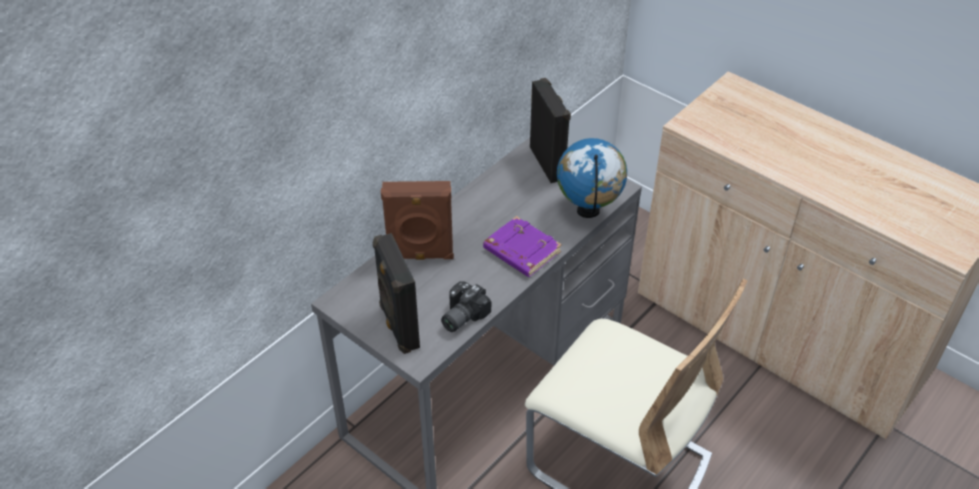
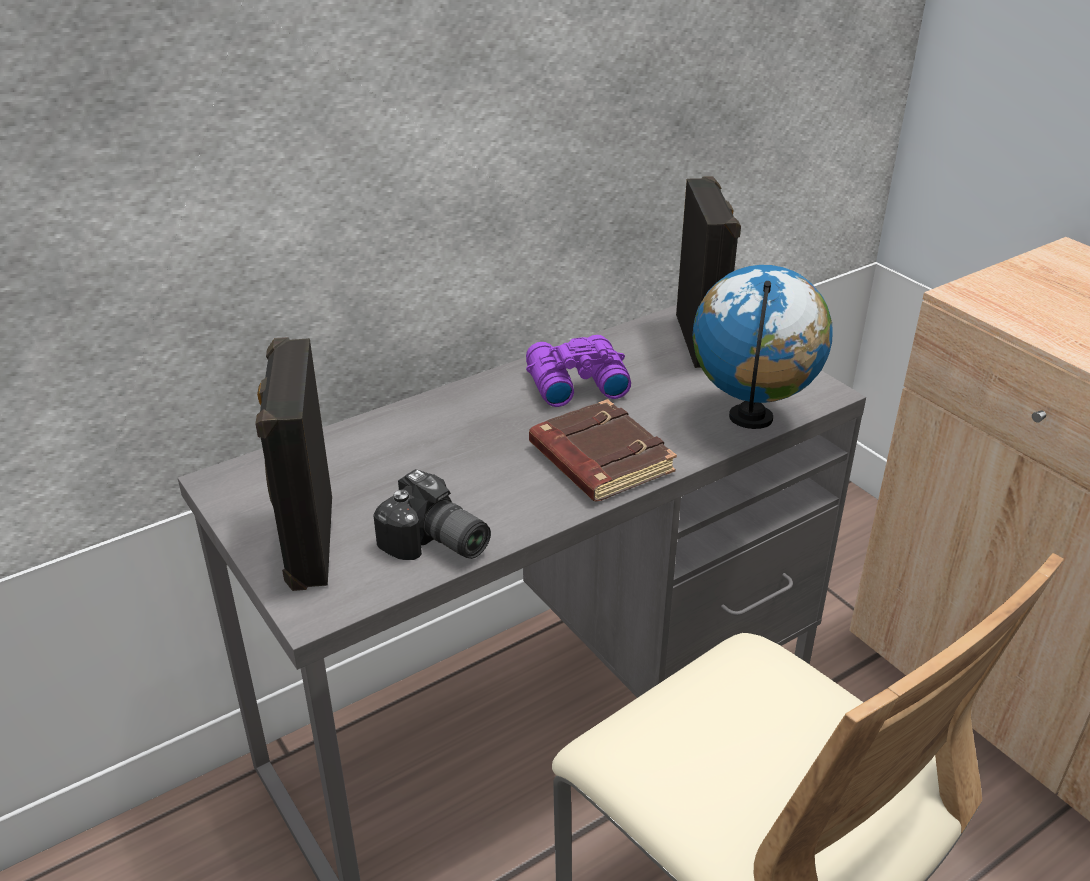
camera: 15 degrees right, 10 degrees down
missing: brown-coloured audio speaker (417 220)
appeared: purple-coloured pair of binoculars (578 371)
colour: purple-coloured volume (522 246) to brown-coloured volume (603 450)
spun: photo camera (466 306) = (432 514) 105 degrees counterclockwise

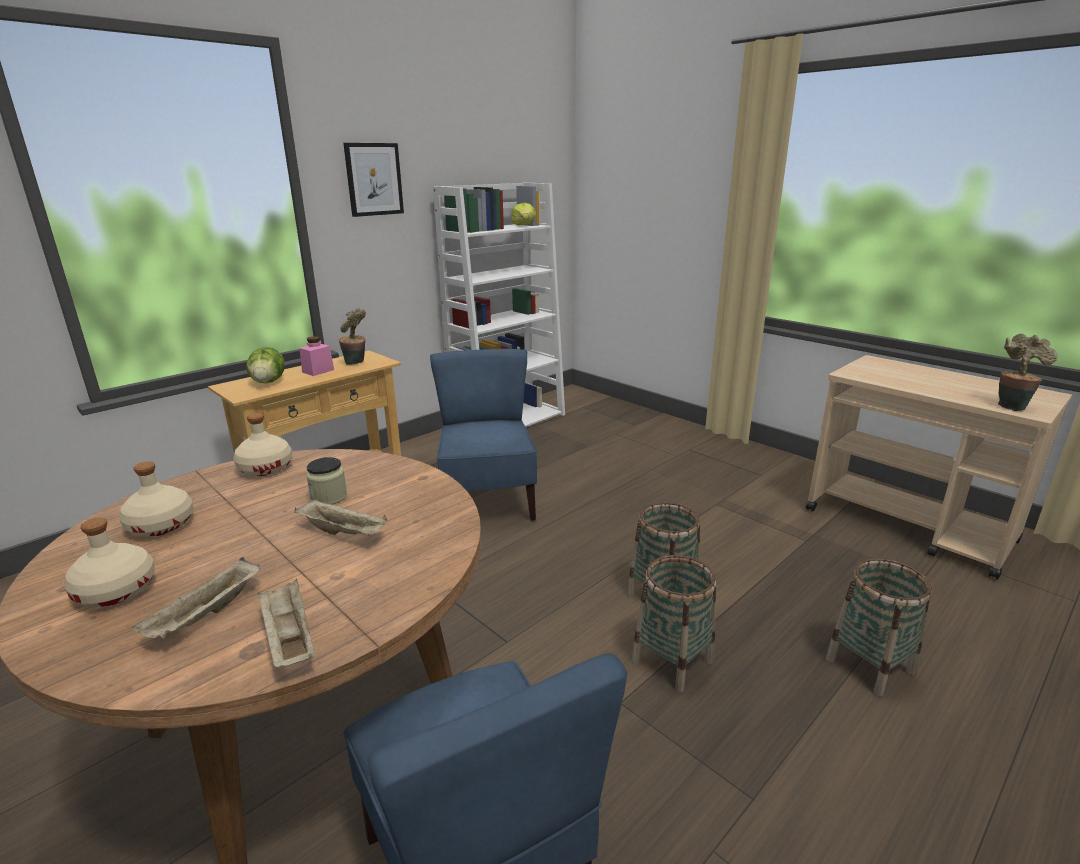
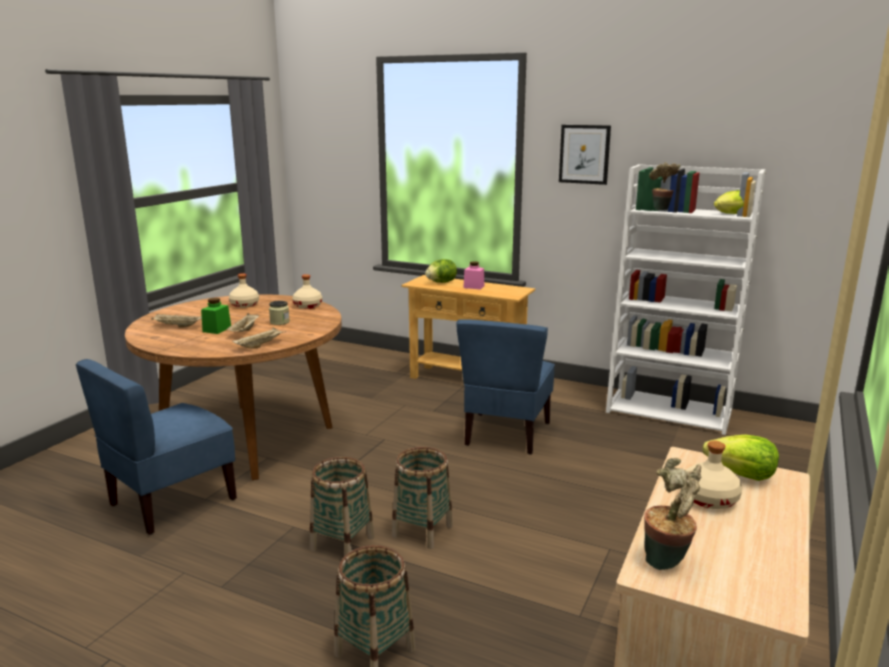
camera: 70 degrees right, 5 degrees down
appeared: greenish storage jar (216 316); lettuce (741 458)
relocated: plant in a pot (352 336) to (665 186); beige drink bottle (109 562) to (713 475); beige serving tray (286 623) to (258 338)
spun: blue-coloured chair (483 435) = (505 387) 135 degrees clockwise

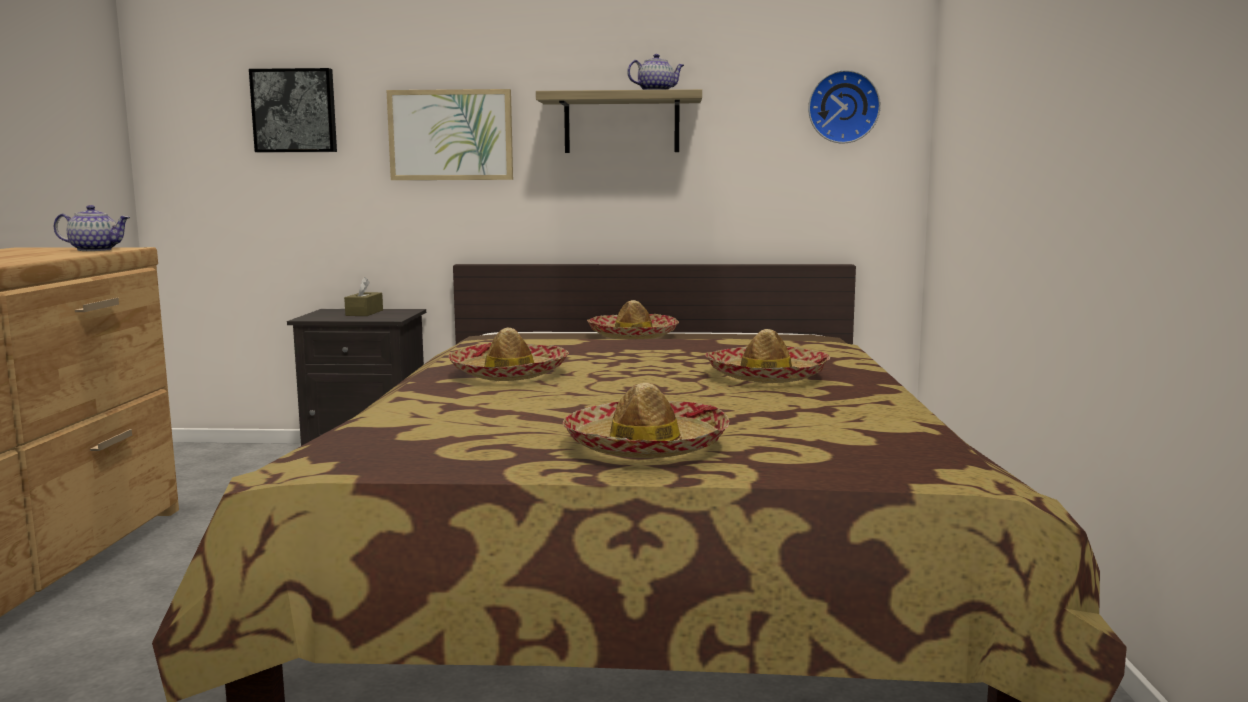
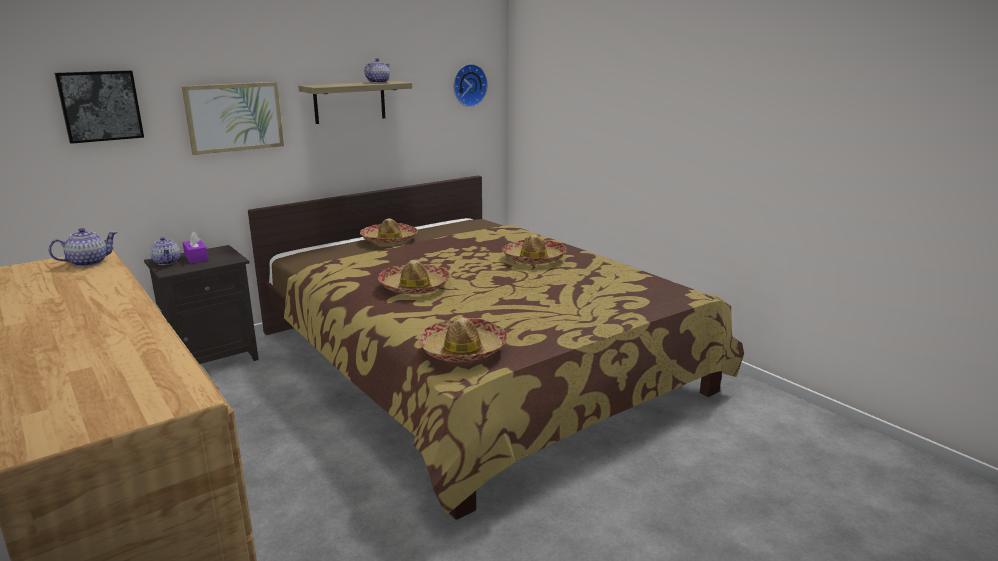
camera: 40 degrees left, 10 degrees up
appeared: tea pot (165 251)
relocated: hat (646 420) to (463 340)
colour: brown-coloured tissue box (363 296) to purple-coloured tissue box (195 247)

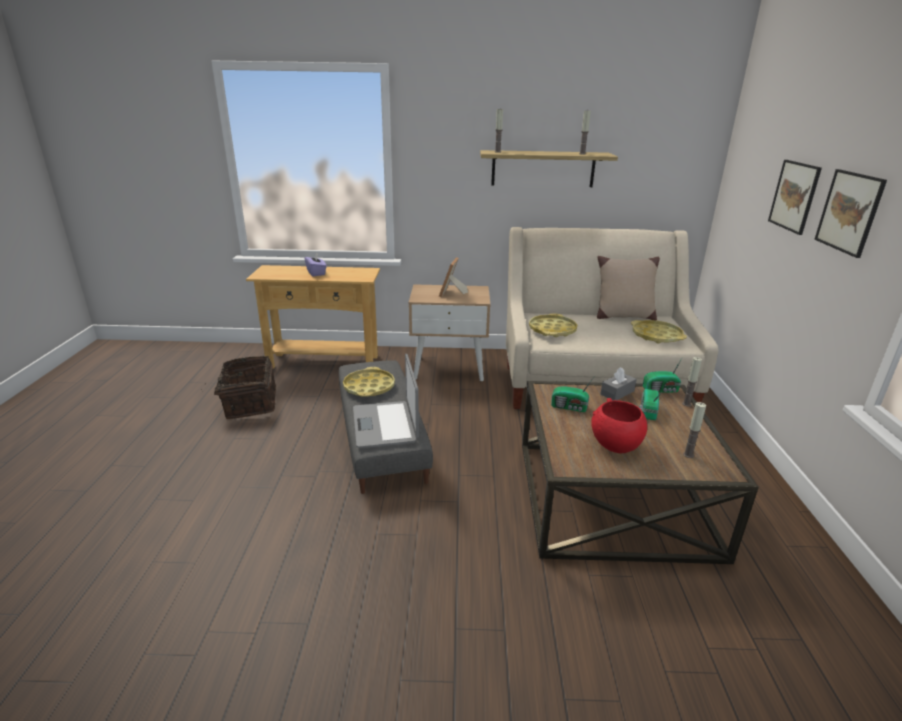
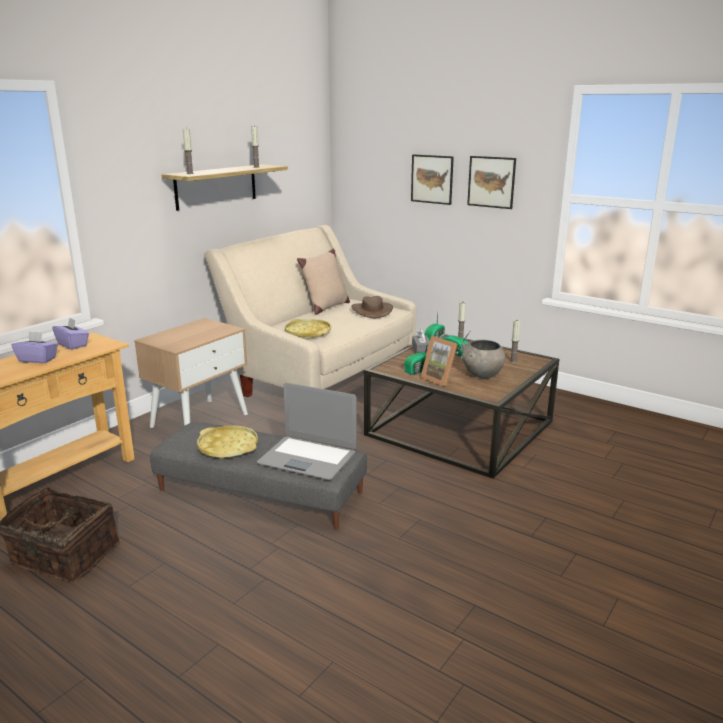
camera: 55 degrees left, 5 degrees down
appeared: purple-coloured tissue box (70 334)
relocated: photo frame (453 277) to (439 361)
exchanged: yellowish serving tray (659 332) to brown-coloured hat (372 307)
colour: reddish deep dish (619 425) to gray deep dish (483 359)

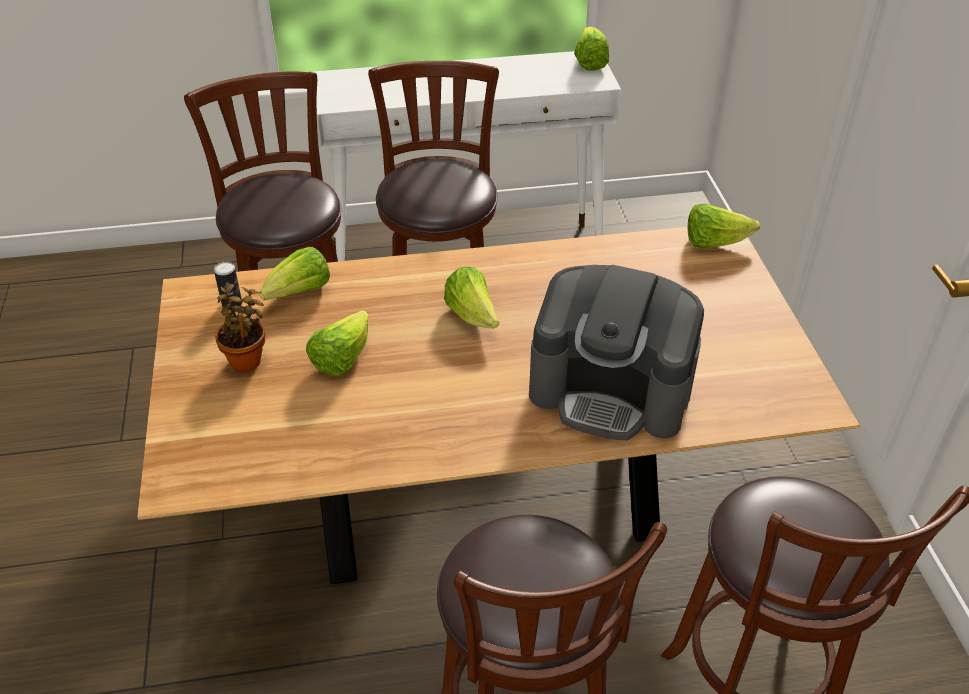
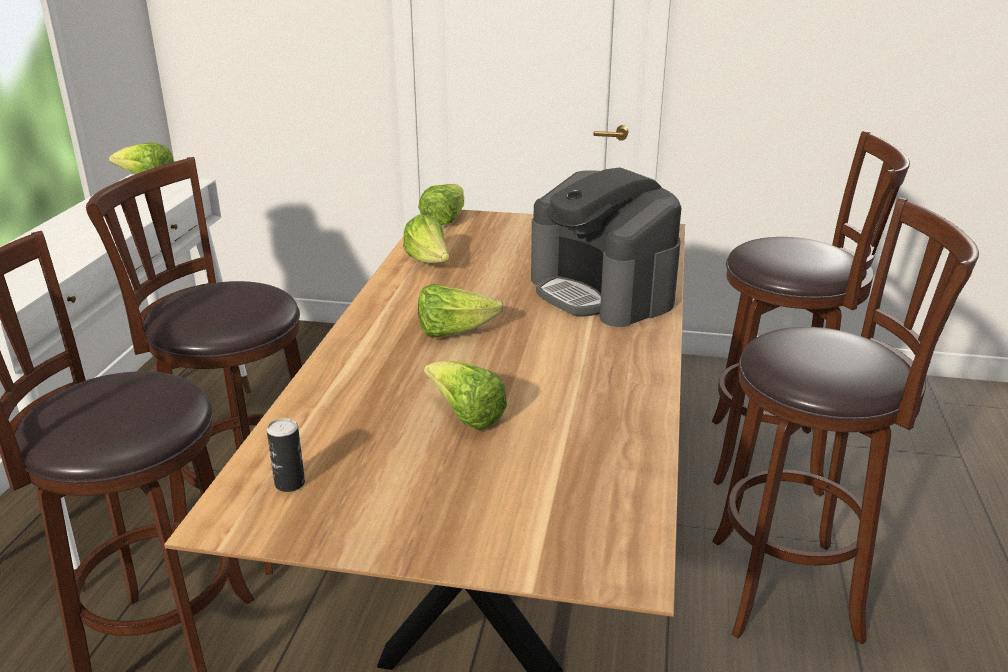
camera: 70 degrees left, 15 degrees down
missing: plant in a pot (240 328)
relocated: lettuce (294 274) to (426 239)
spun: coffee maker (616 352) = (606 247) 105 degrees clockwise

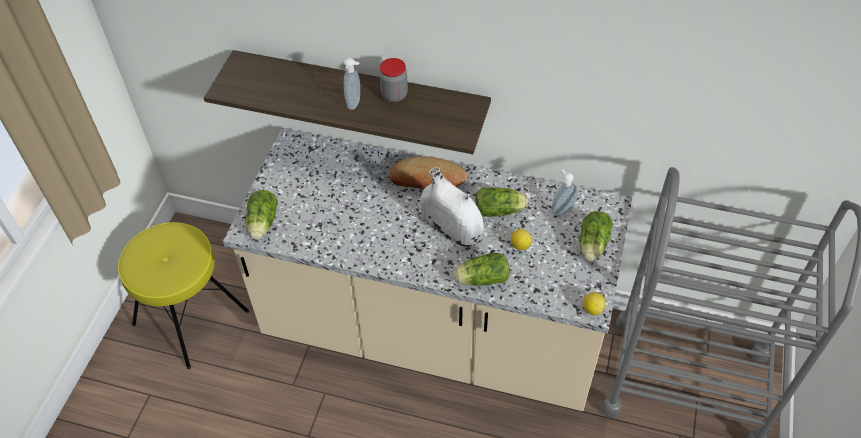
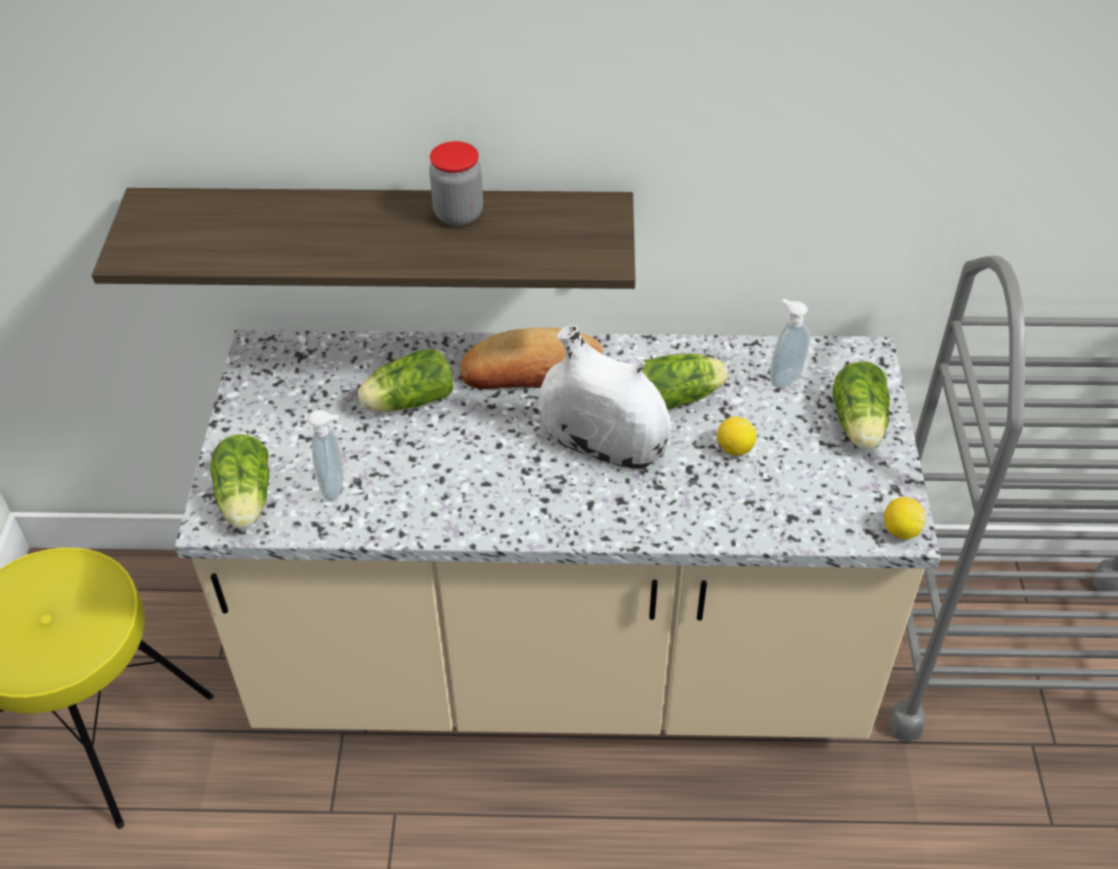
camera: 15 degrees left, 5 degrees down
relocated: soap bottle (352 84) to (325 455); lettuce (481 269) to (405 380)

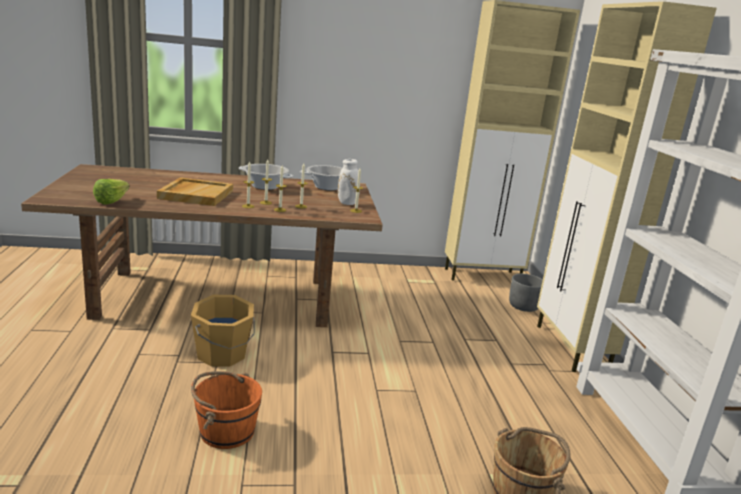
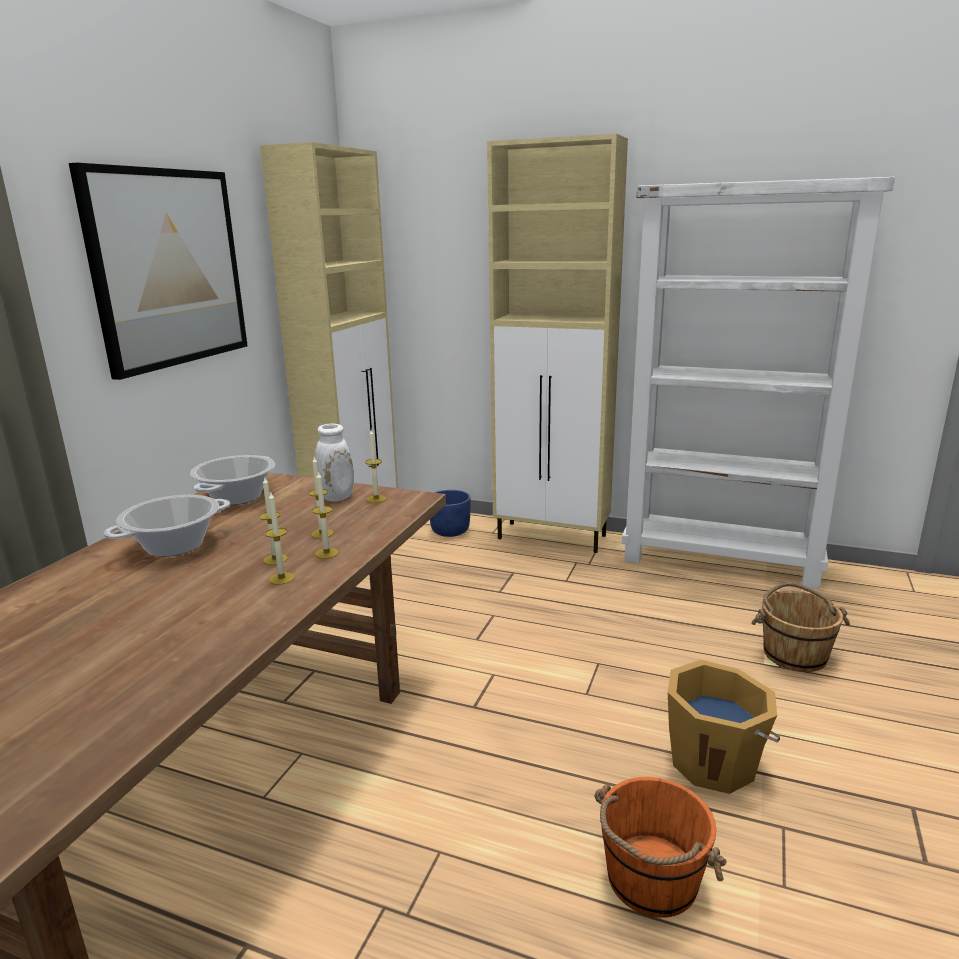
camera: 60 degrees left, 0 degrees up
missing: beige serving tray (195 191); lettuce (111 192)
appeared: wall picture (158 271)
relocated: orange bucket (223 331) to (724 727)
colour: gray plant pot (526 293) to blue-coloured plant pot (450 513)

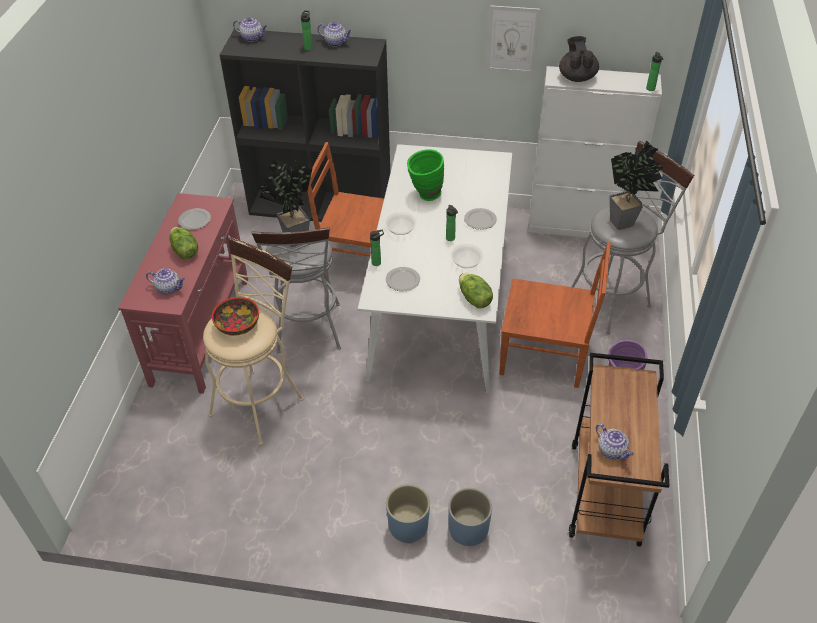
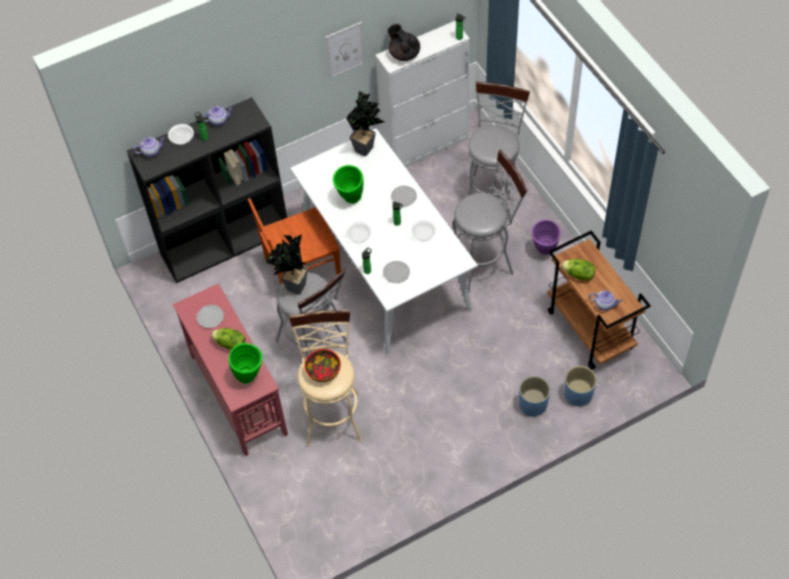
camera: 35 degrees left, 10 degrees up
appeared: deep dish (181 134)
relocated: plant in a pot (636 185) to (365 123); lettuce (476 290) to (578 270); blue-coloured plant pot (408 513) to (580 386)
exchanged: brown-coloured chair (555 315) to gray sitting stool (490 221); tea pot (165 281) to greenish flower vase (246 363)

